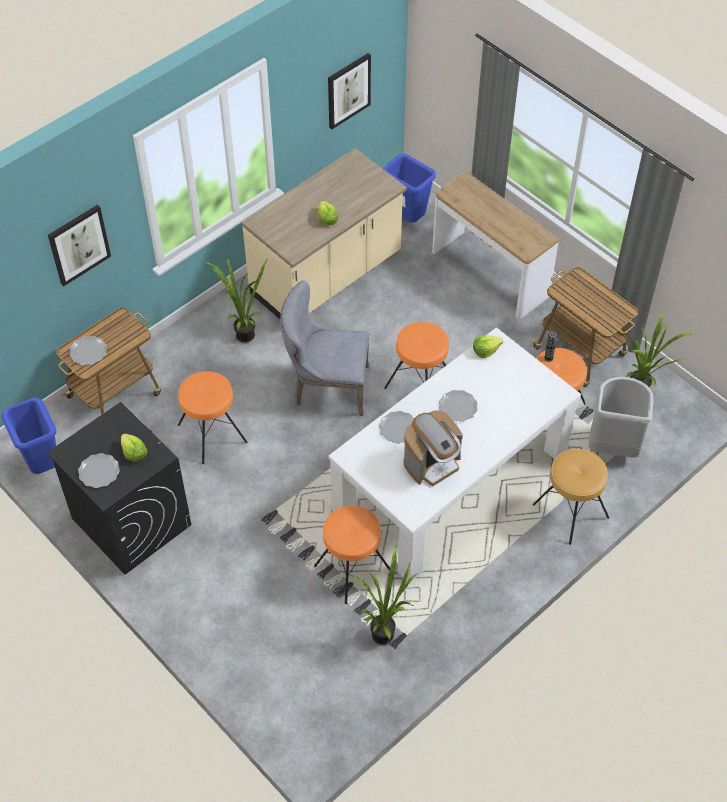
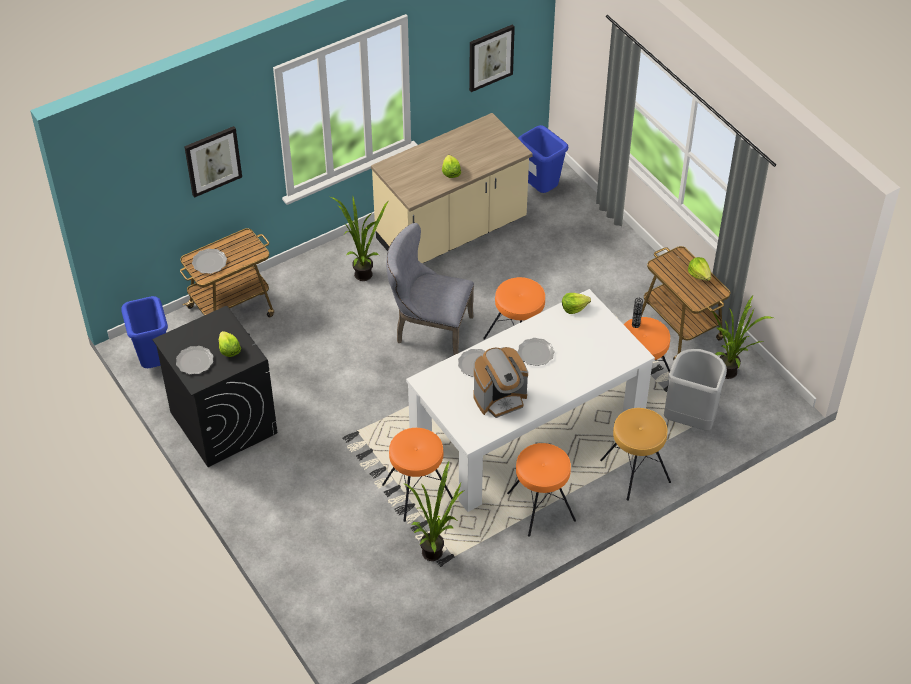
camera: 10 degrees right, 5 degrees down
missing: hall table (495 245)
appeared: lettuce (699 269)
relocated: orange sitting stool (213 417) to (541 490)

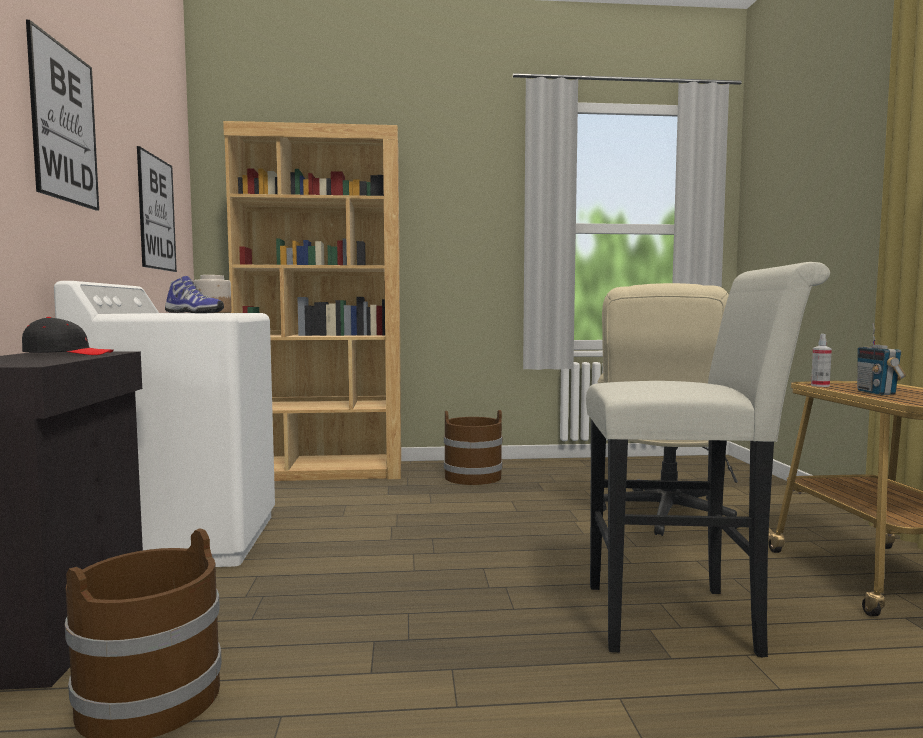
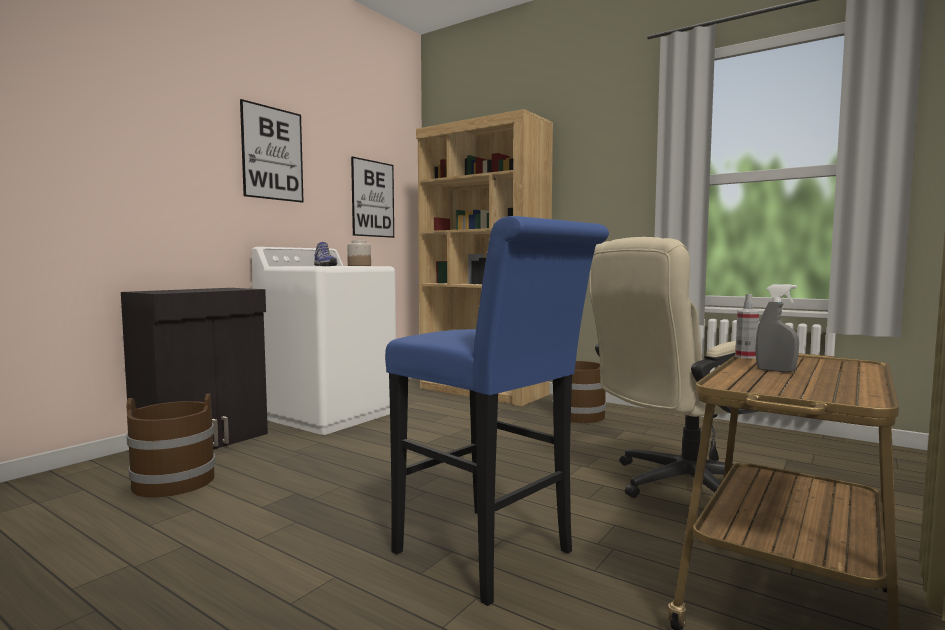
camera: 40 degrees right, 0 degrees up
missing: black-coloured baseball cap (68 336)
exchanged: radio (881 359) to gray hand sprayer (777 328)
colour: whitish sitting stool (708 459) to blue-coloured sitting stool (497 411)

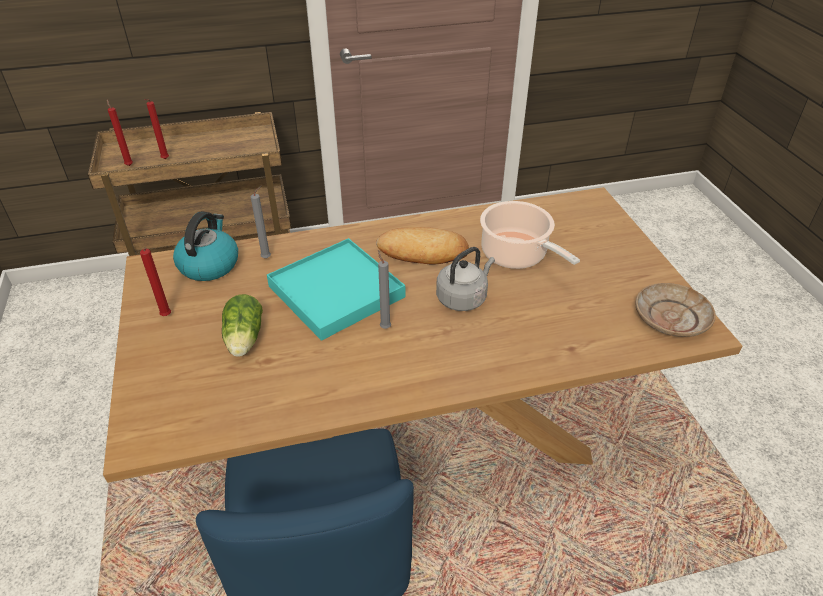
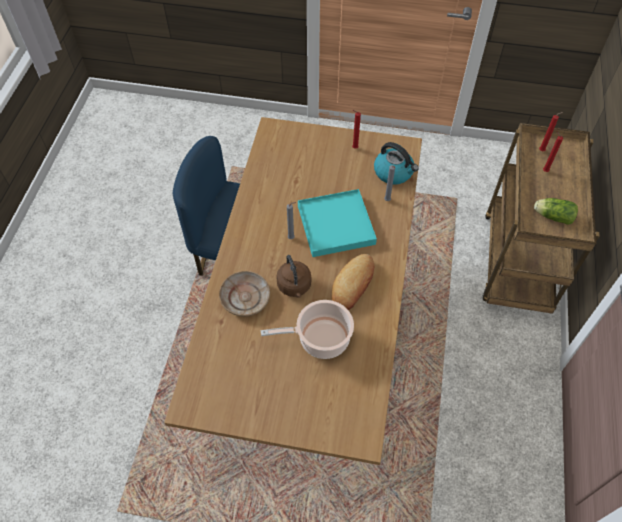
camera: 115 degrees right, 15 degrees up
relocated: beige plate (676 310) to (244 294); lettuce (242 325) to (556 211)
colour: gray kettle (465 279) to brown-coloured kettle (293 276)

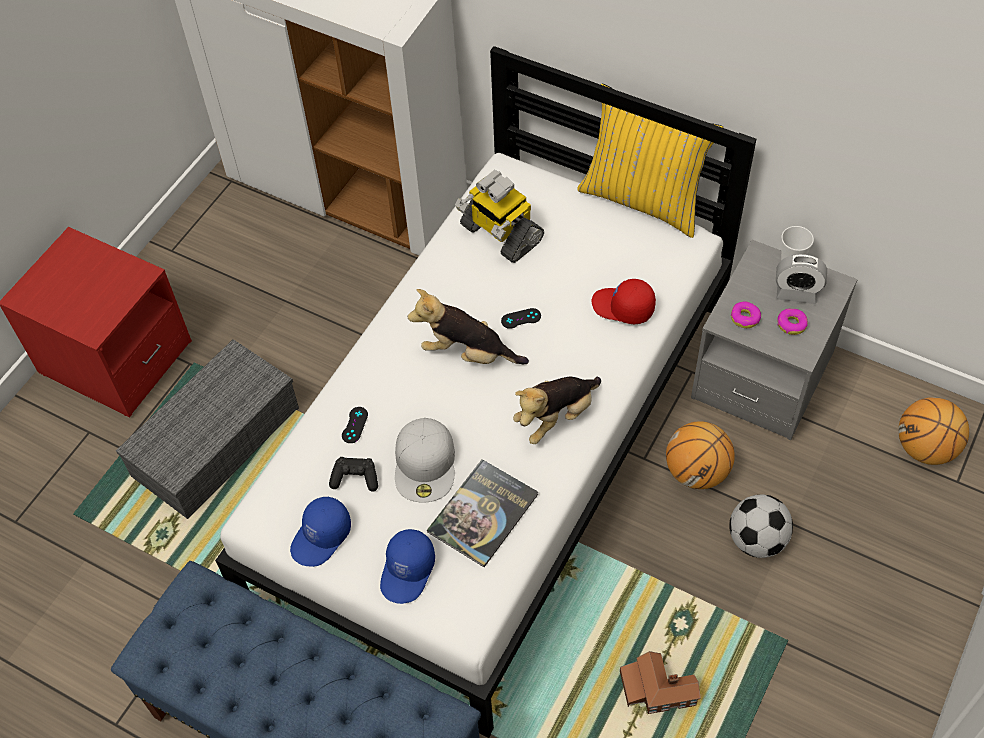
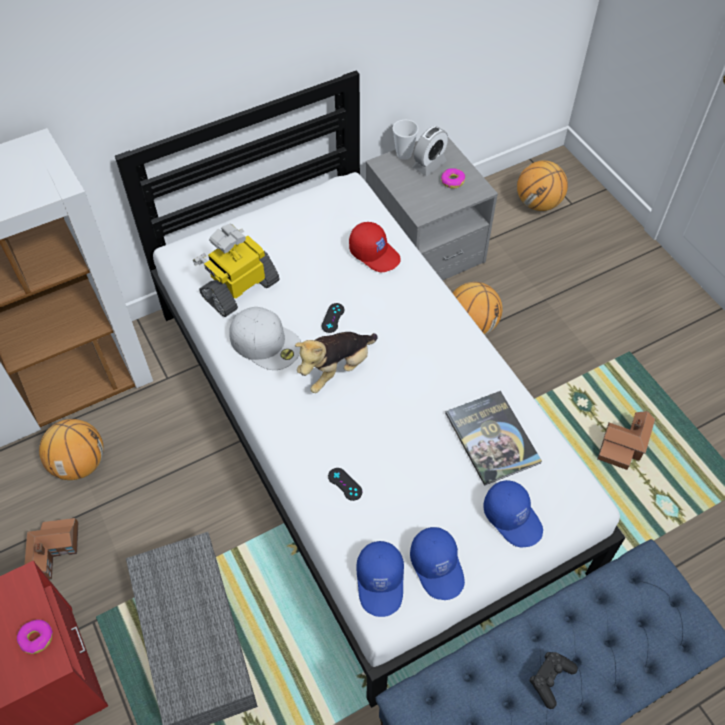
camera: 60 degrees left, 0 degrees up
missing: yellowish throw pillow (650 161); soft toy (557 410); football ball (761 526)
appeared: basketball (71 449); model house (51 549); blue-coloured baseball cap (380 579)
relocated: doughnut (746 314) to (35 637); whitish baseball cap (425 460) to (265 338); black-coloured joypad (353 474) to (554 680)
spun: model robot (499 216) = (236 270) 150 degrees clockwise; reddish baseball cap (624 301) = (375 247) 105 degrees counterclockwise

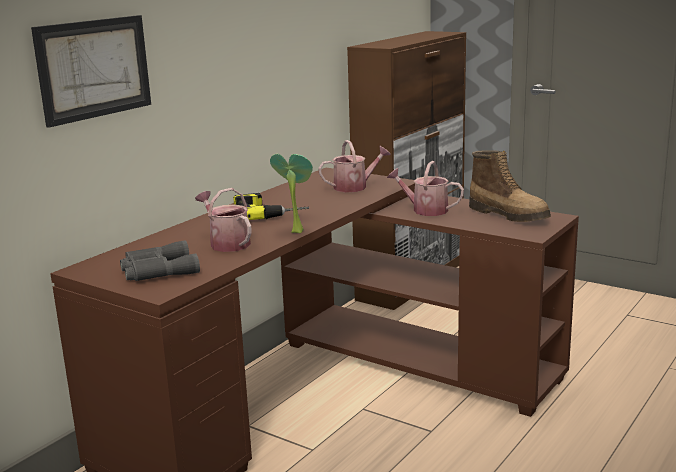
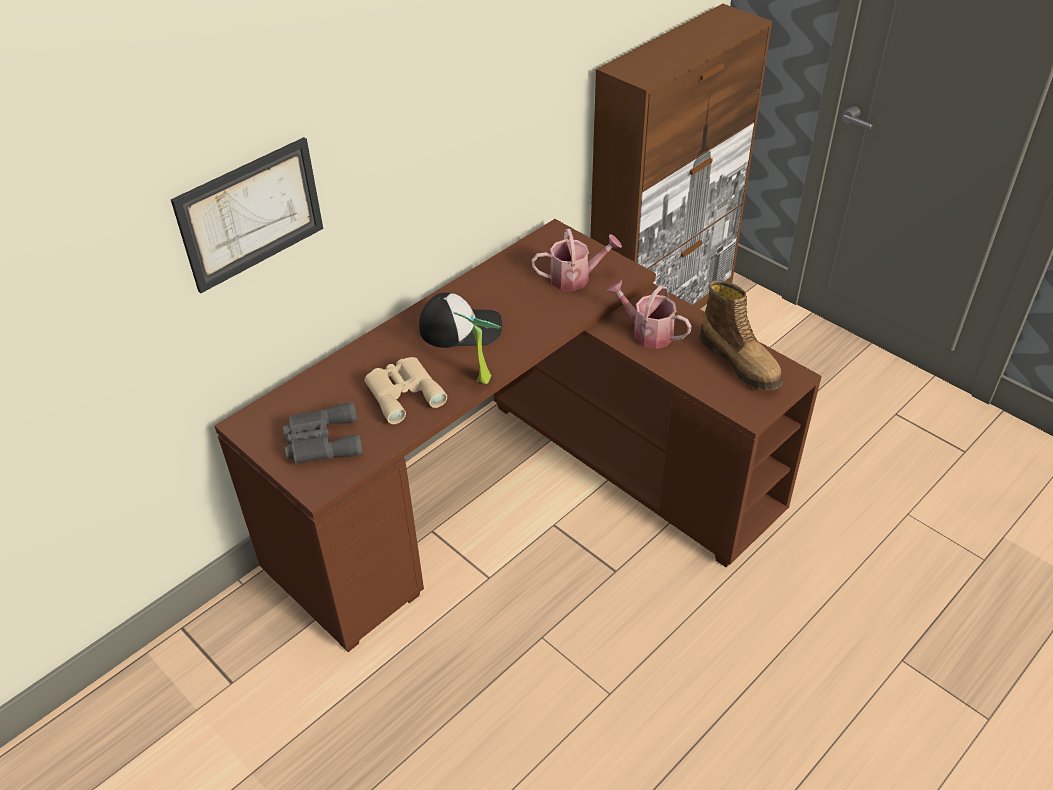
camera: 10 degrees right, 25 degrees up
exchanged: watering pot (223 220) to beige pair of binoculars (406 390); drill (271 206) to baseball cap (460 320)

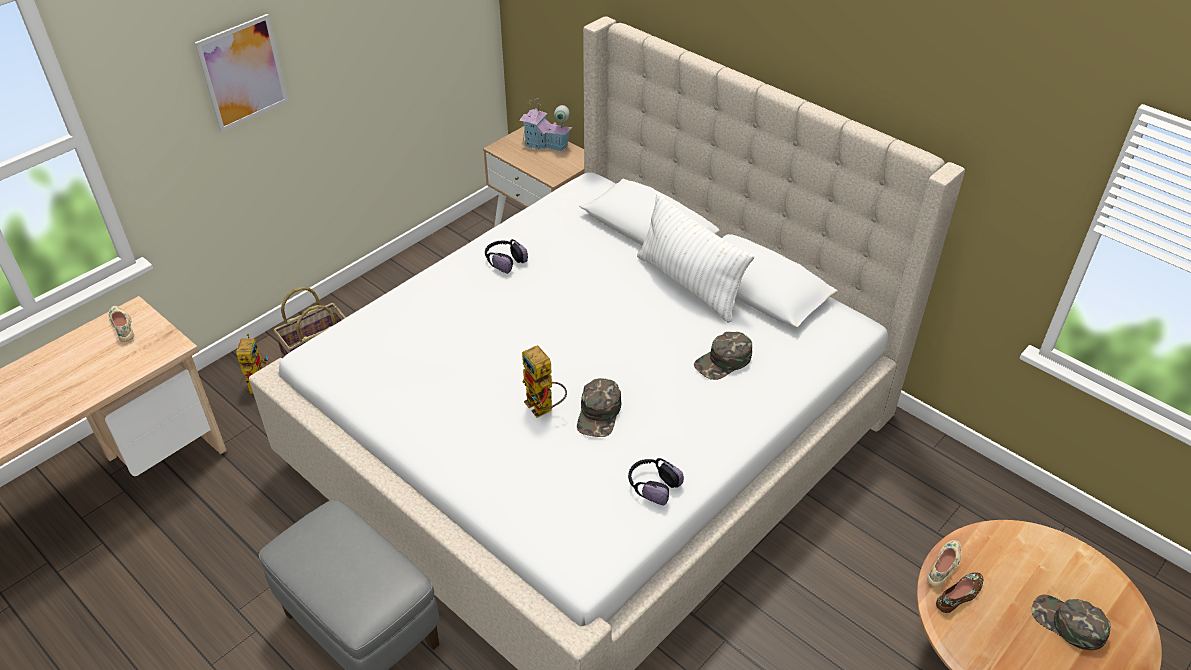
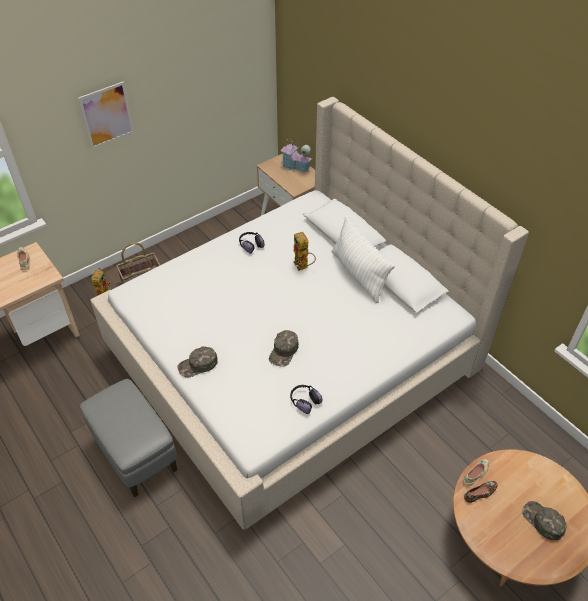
camera: 10 degrees right, 5 degrees up
relocated: greenish baseball cap (723 356) to (197 362); model robot (544 381) to (304 251)

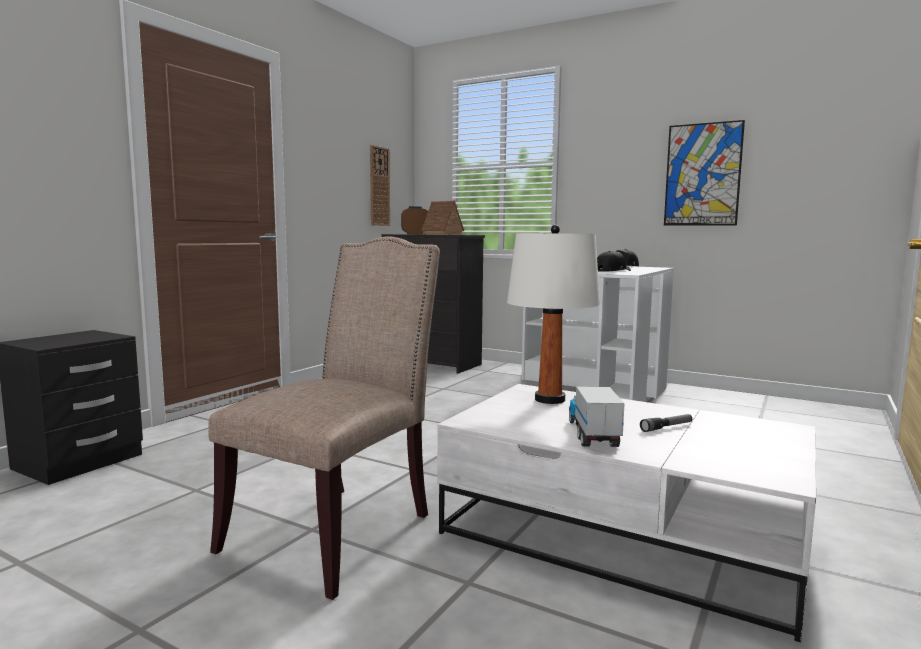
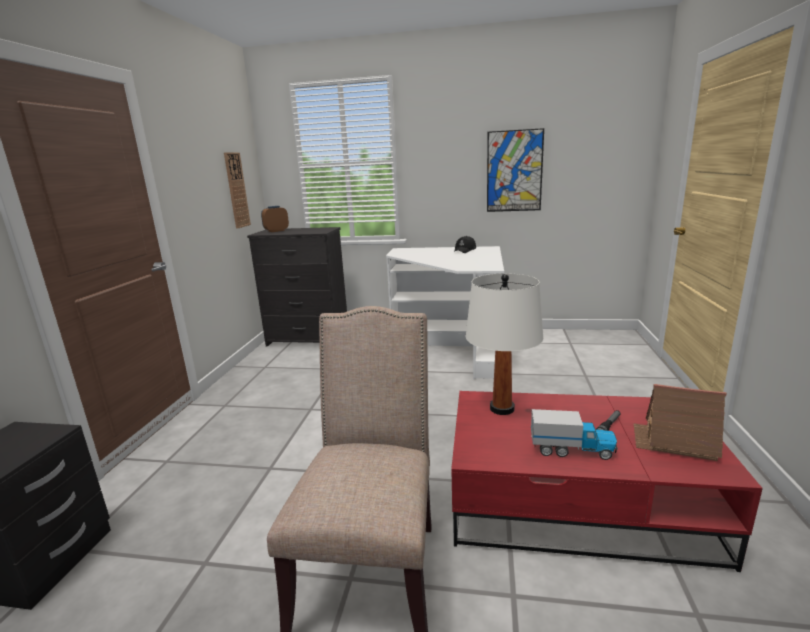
camera: 20 degrees left, 10 degrees up
missing: black-coloured baseball cap (614 261)
relocated: model house (442 217) to (680 422)
colour: whitish low table (626 513) to reddish low table (607 481)
spun: toy truck (597 416) = (574 434) 120 degrees clockwise

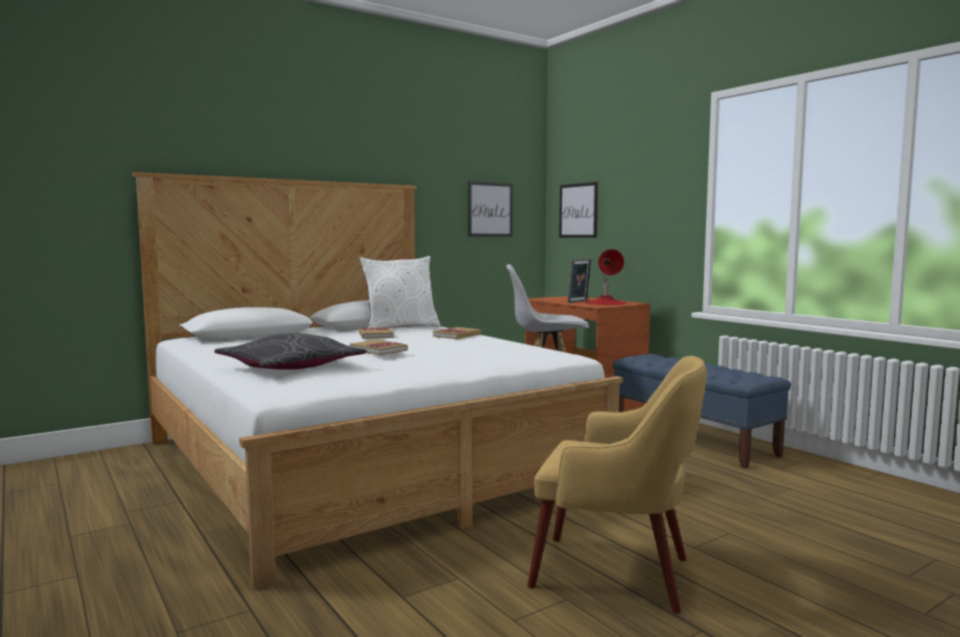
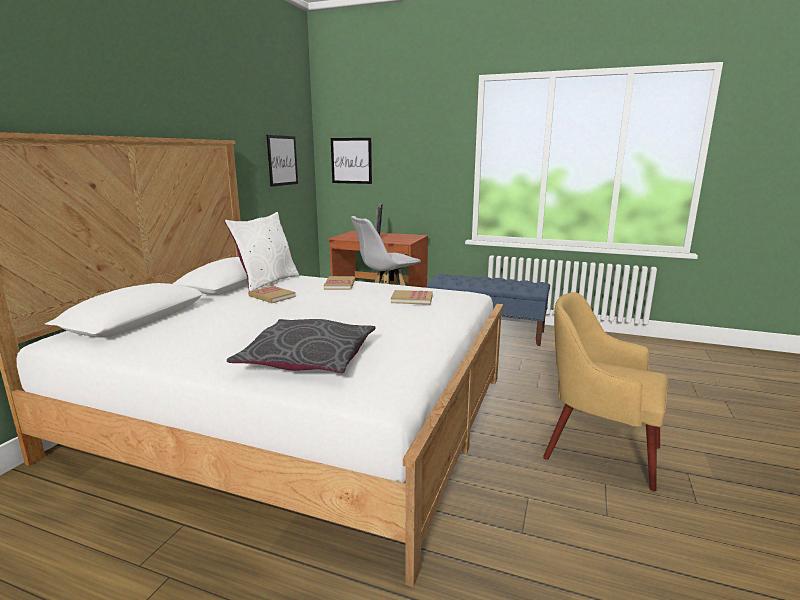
camera: 35 degrees left, 10 degrees up
missing: reddish tabletop lamp (606 277)
relocated: volume (379 347) to (412 297)
spun: yellowish armchair (617 485) = (605 392) 135 degrees counterclockwise

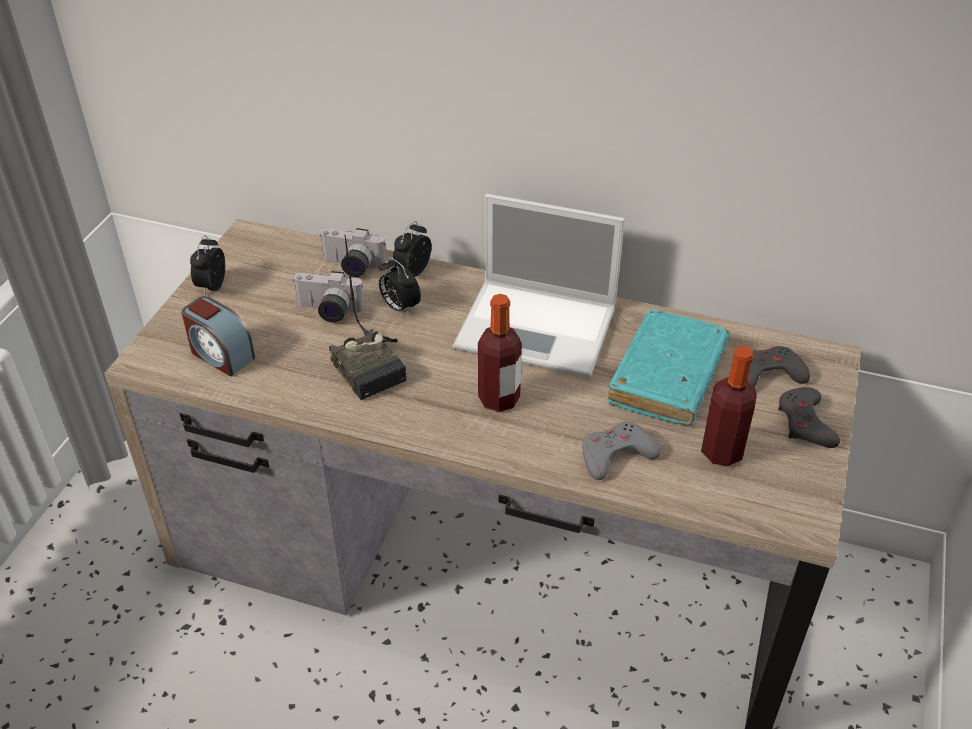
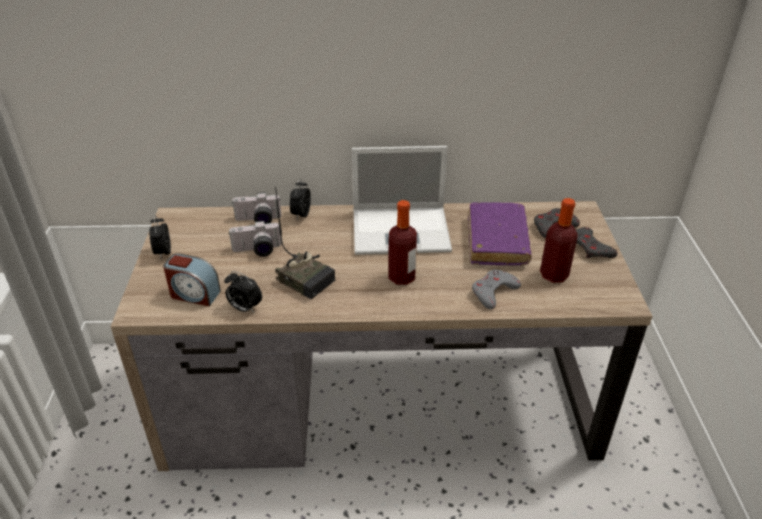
camera: 20 degrees left, 5 degrees down
relocated: table clock (400 286) to (243 292)
colour: blue-green volume (668 367) to purple-coloured volume (500 233)

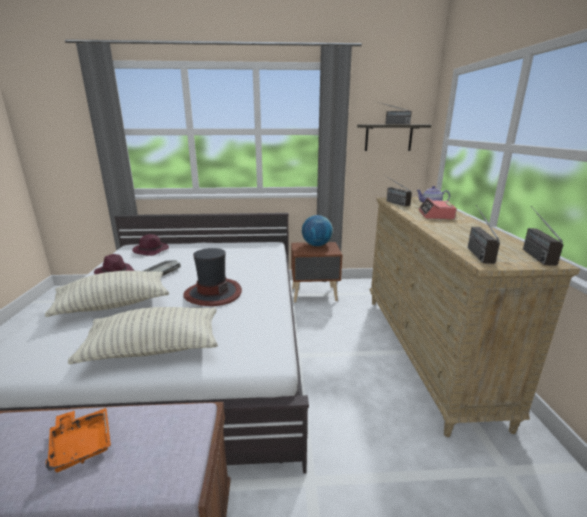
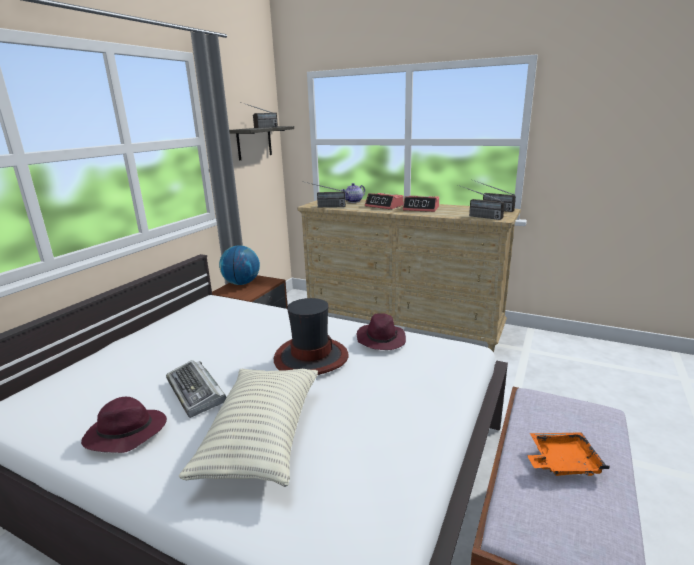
camera: 60 degrees left, 0 degrees up
missing: throw pillow (143 335)
appeared: table clock (421 204)
relocated: purple-coloured hat (150 245) to (381 331)

